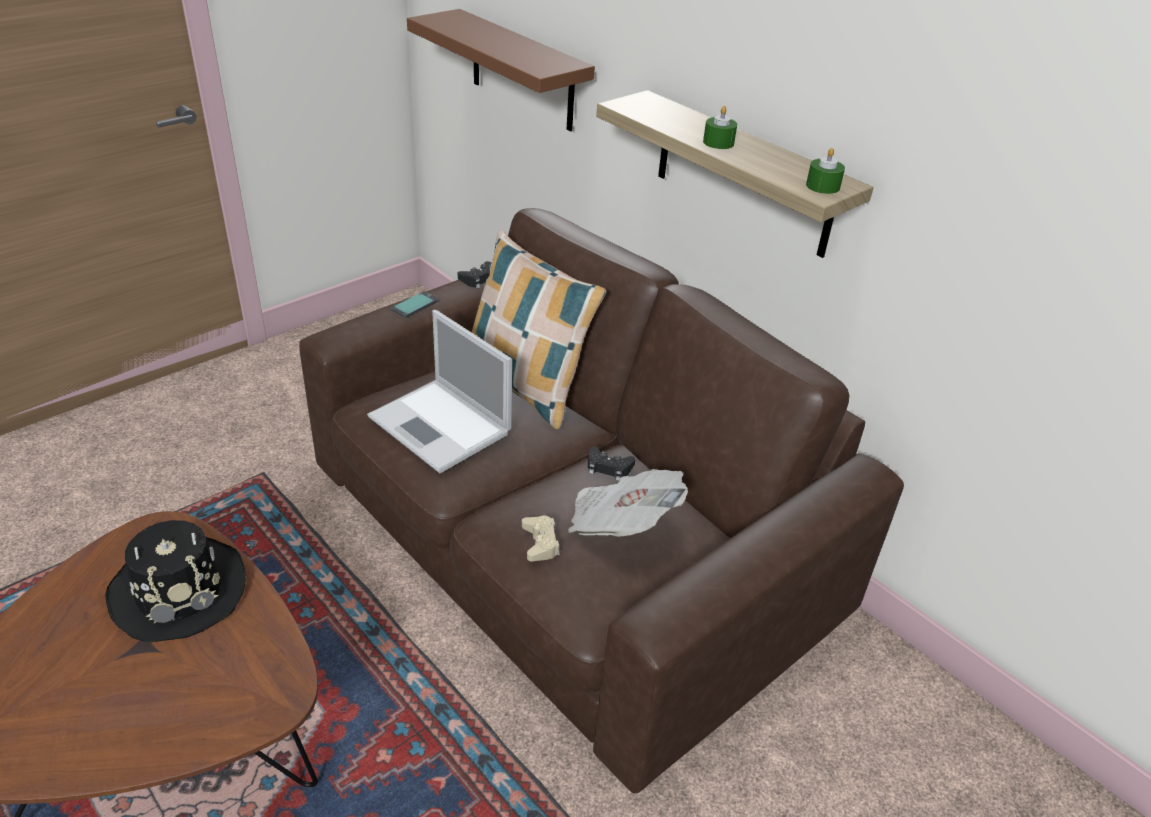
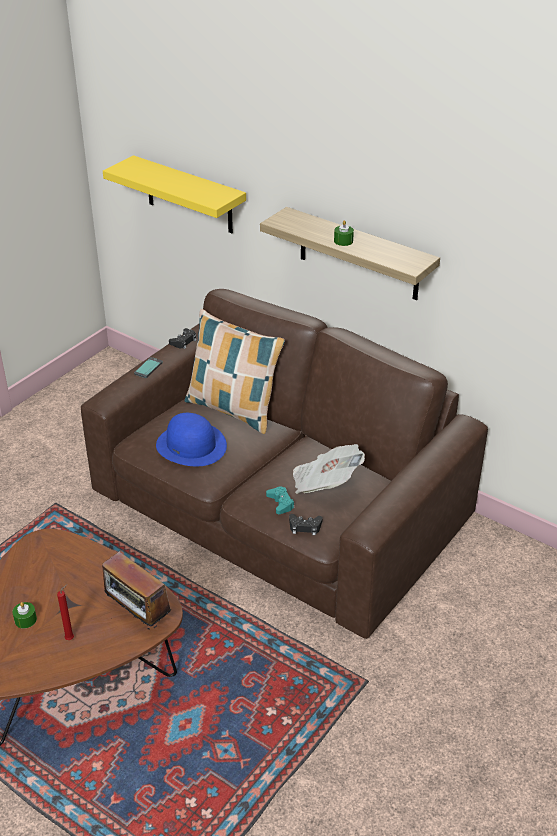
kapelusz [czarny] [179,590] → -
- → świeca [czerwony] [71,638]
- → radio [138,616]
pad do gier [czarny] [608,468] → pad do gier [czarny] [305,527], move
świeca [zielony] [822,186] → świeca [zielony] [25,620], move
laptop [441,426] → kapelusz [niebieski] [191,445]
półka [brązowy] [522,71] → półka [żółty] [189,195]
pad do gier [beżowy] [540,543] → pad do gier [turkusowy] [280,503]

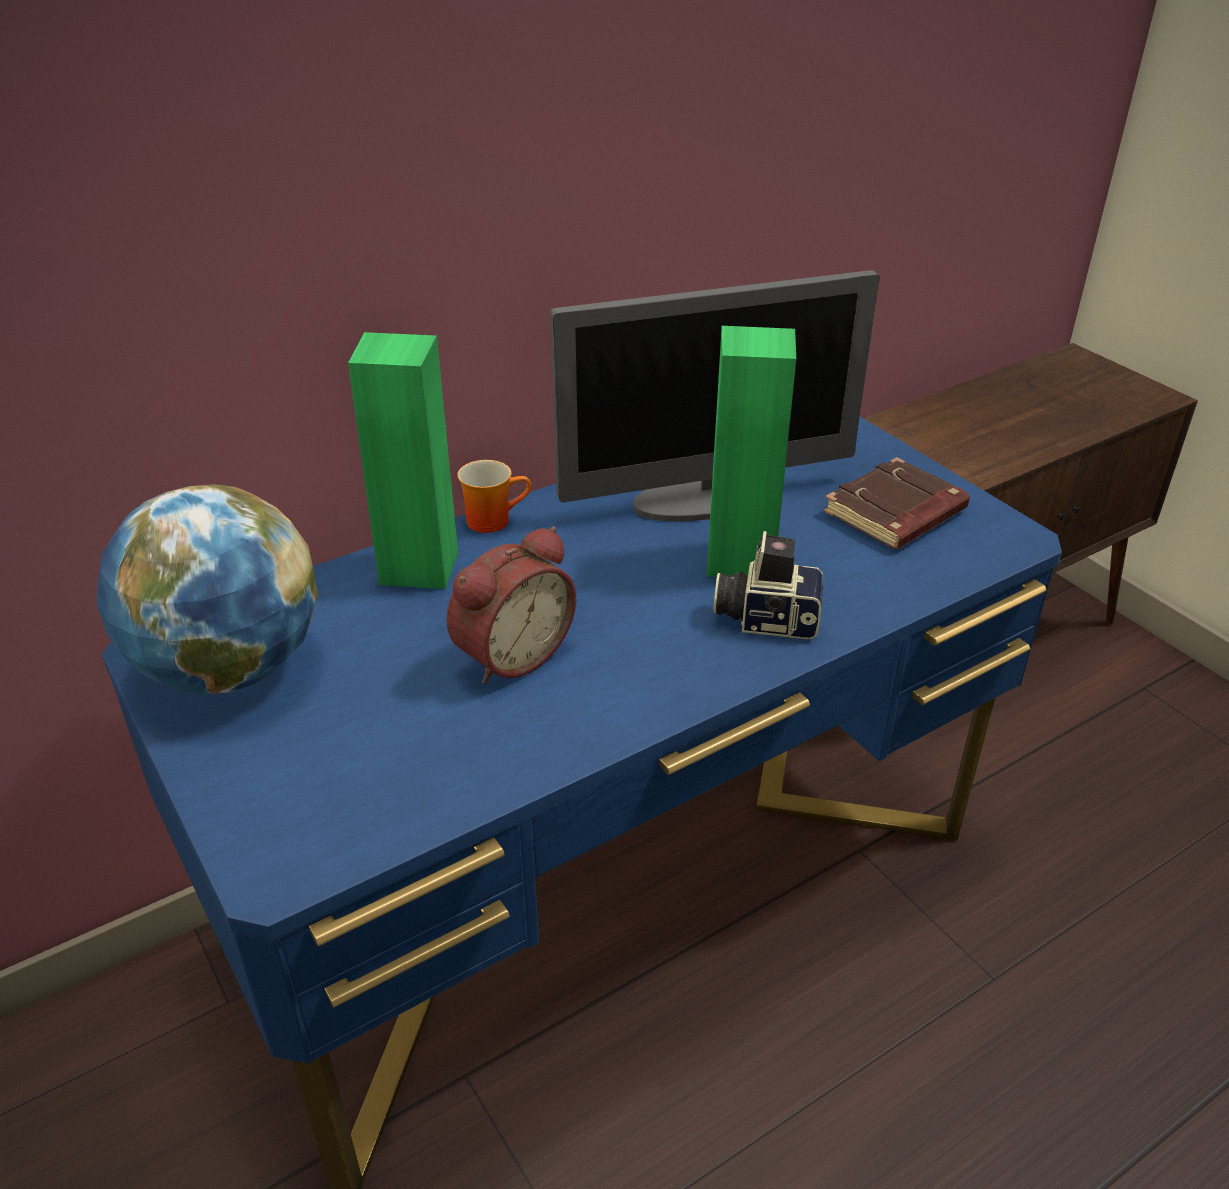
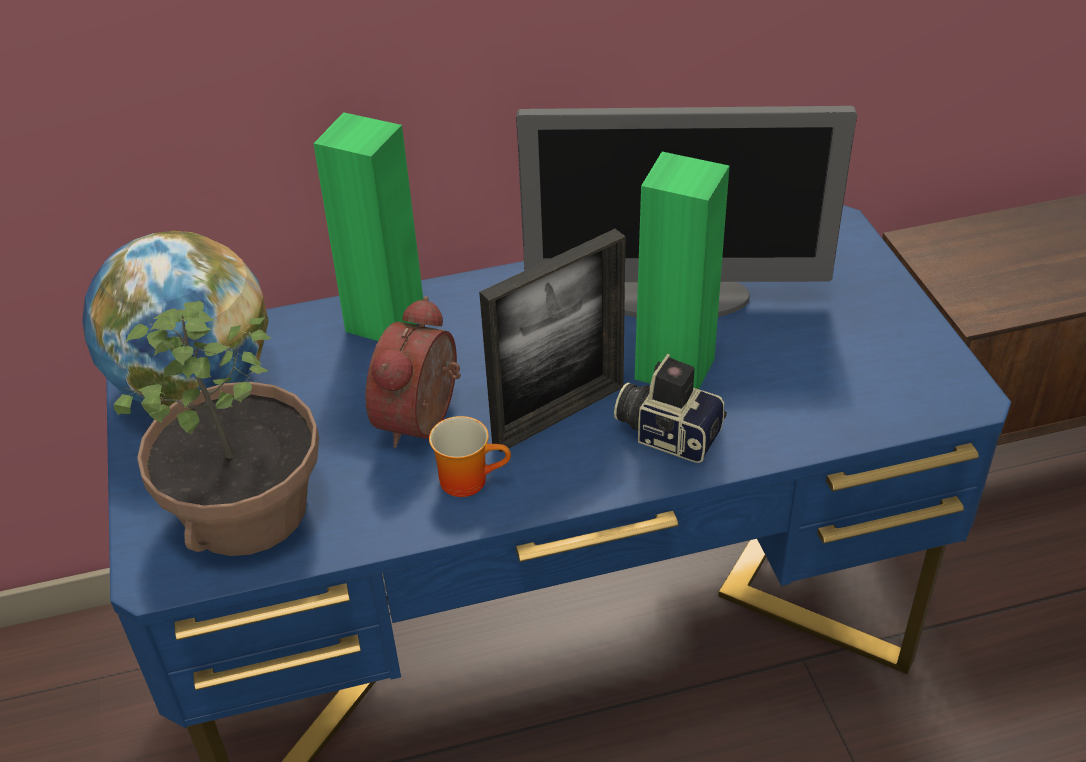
książka [brązowy] [895,514] → -
- → roślina doniczkowa [248,510]
- → ramka na zdjęcie [559,415]
kubek [492,519] → kubek [469,478], move
budzik [510,654] → budzik [424,420], 135 degrees clockwise

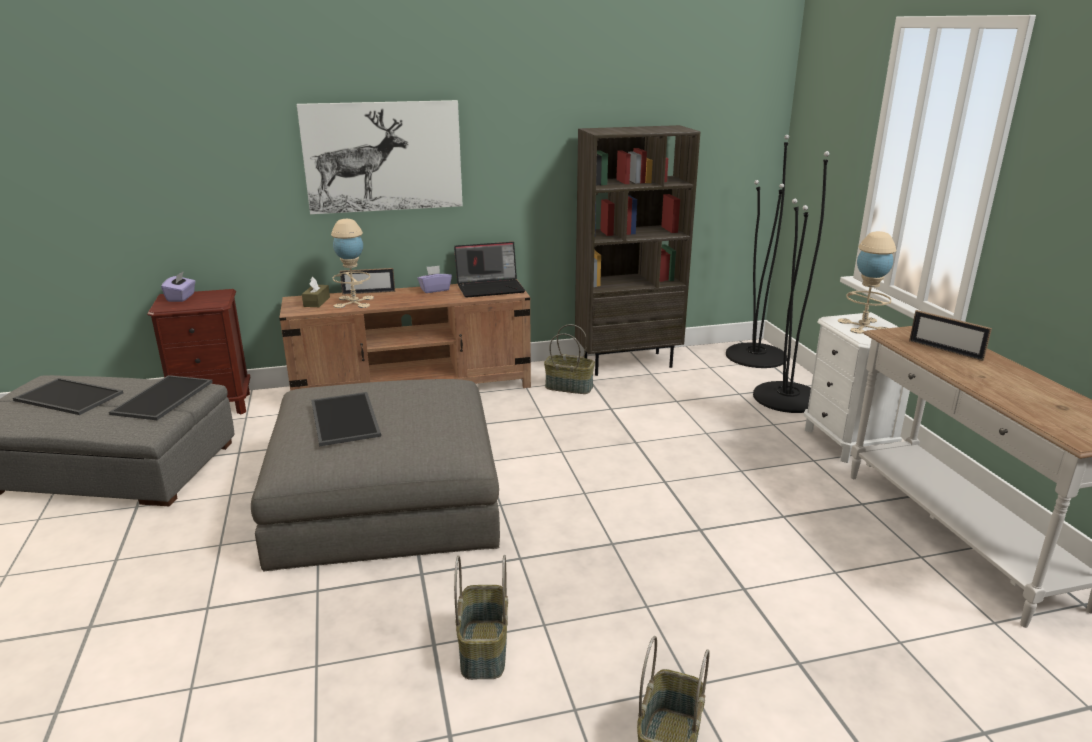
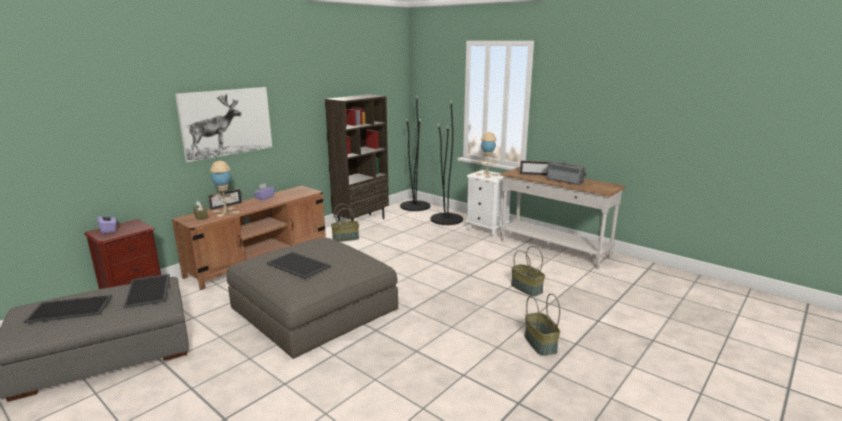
laptop [491,288] → -
- → radio [565,181]
koszyk [485,650] → koszyk [527,288], move

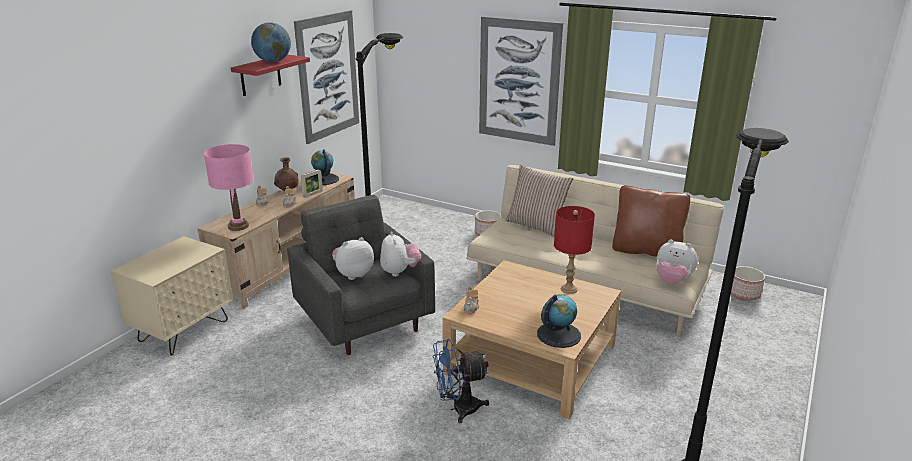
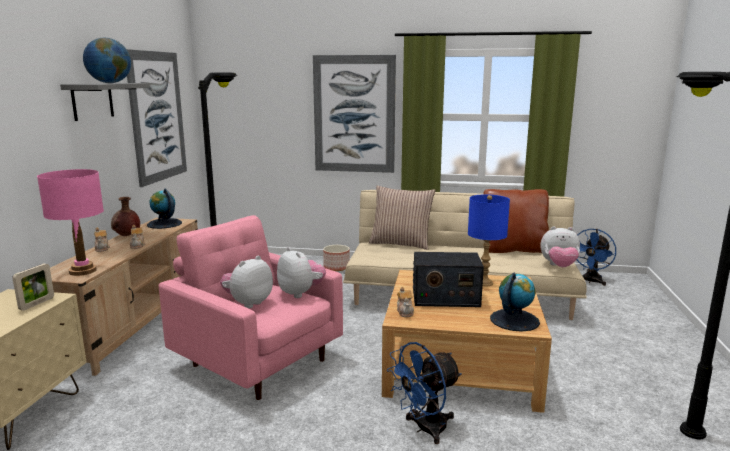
- → radio [445,298]
ramka na zdjęcie [313,194] → ramka na zdjęcie [37,304], move
donica [744,294] → wentylator [niebieski] [590,281]
półka [czerwony] [260,75] → półka [szary] [92,101]
fotel [szary] [364,320] → fotel [różowy] [257,361]
lampa stołowa [czerwony] [568,289] → lampa stołowa [niebieski] [484,283]

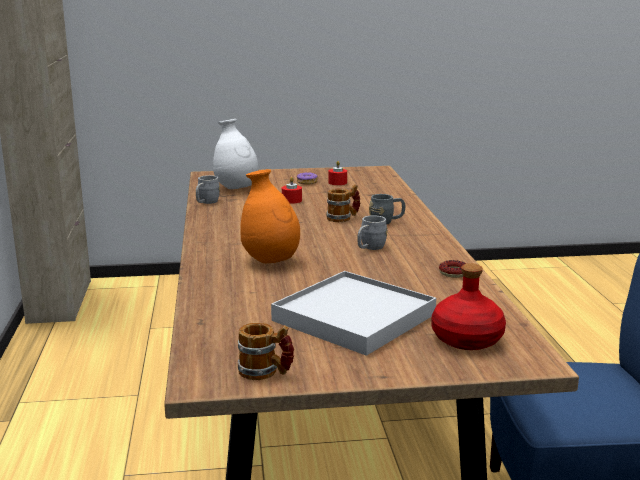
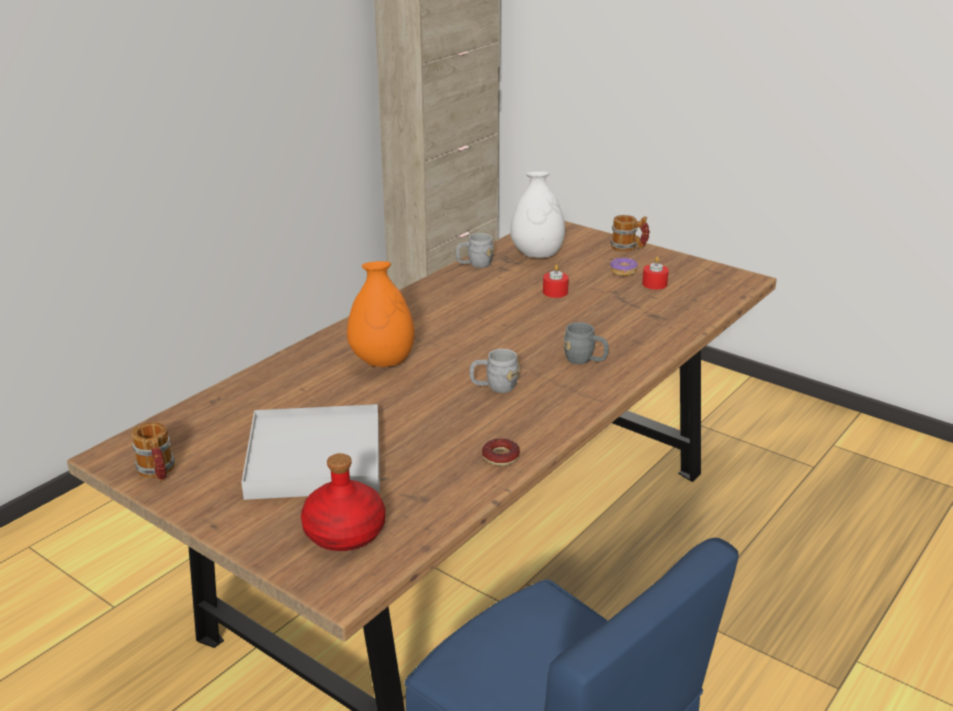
kubek [343,218] → kubek [628,248], move

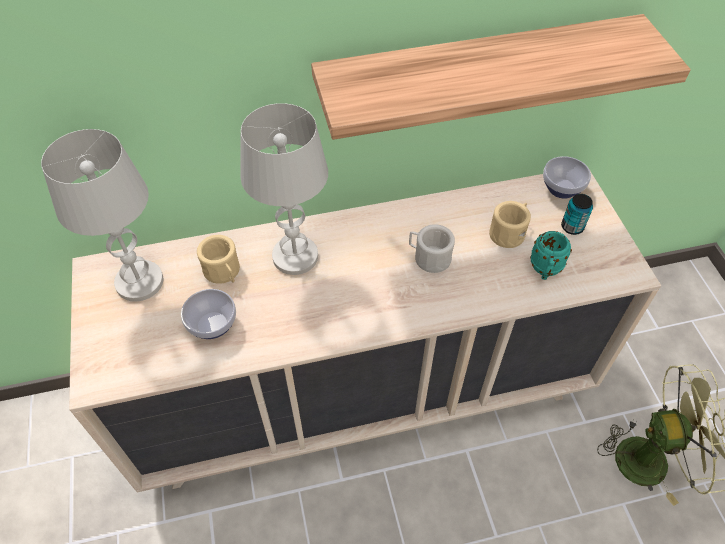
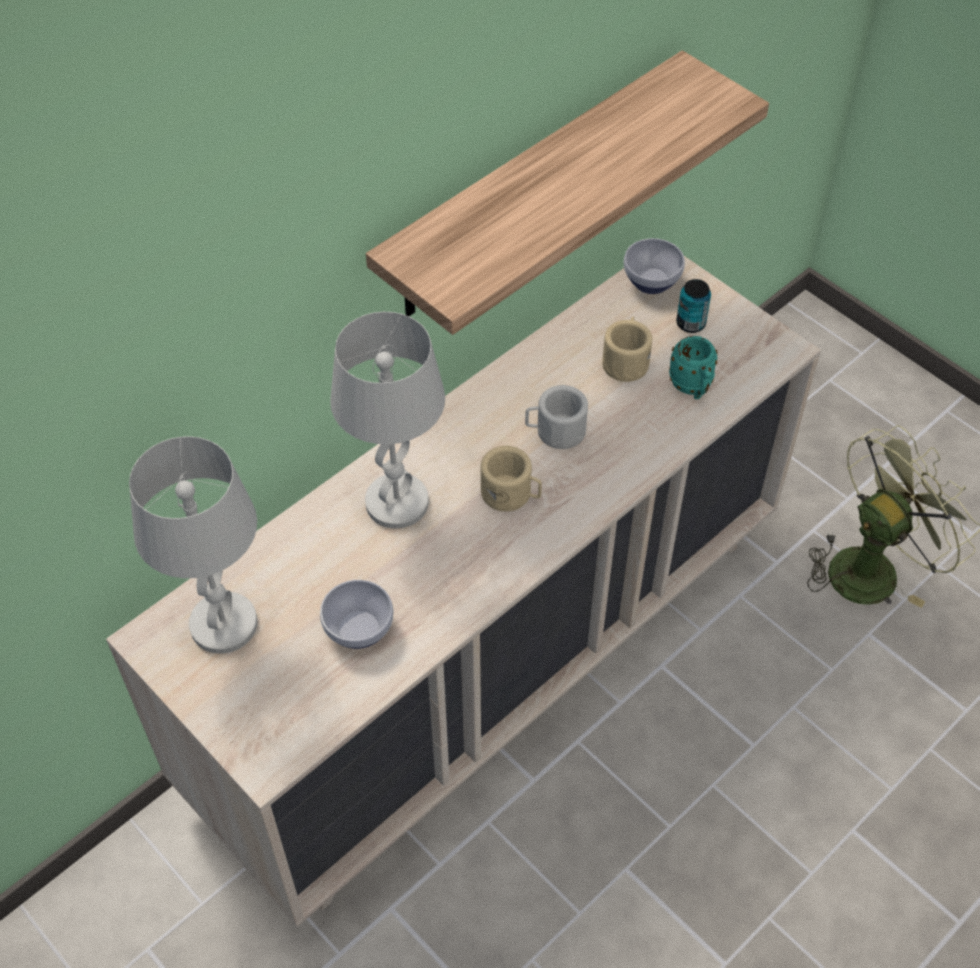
kubek [beżowy] [223,272] → kubek [beżowy] [511,494], move

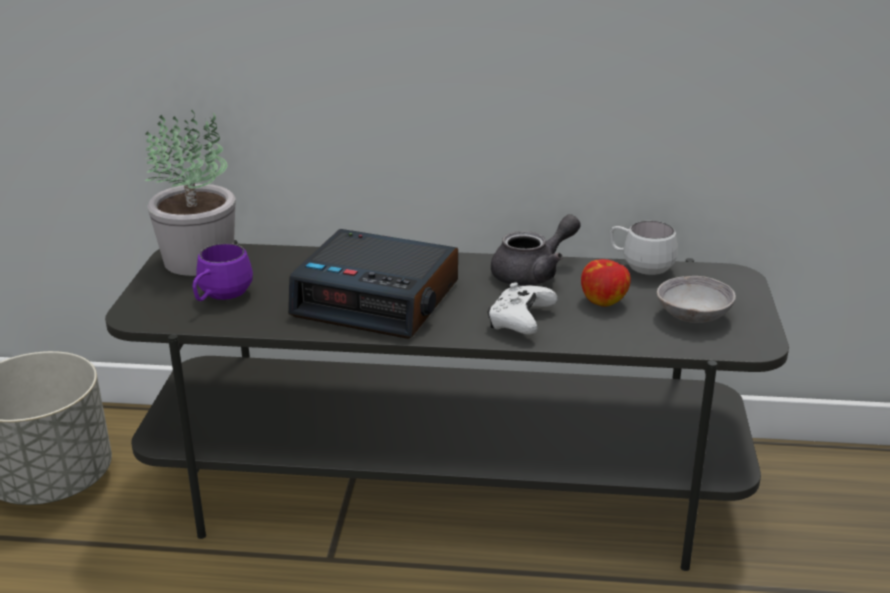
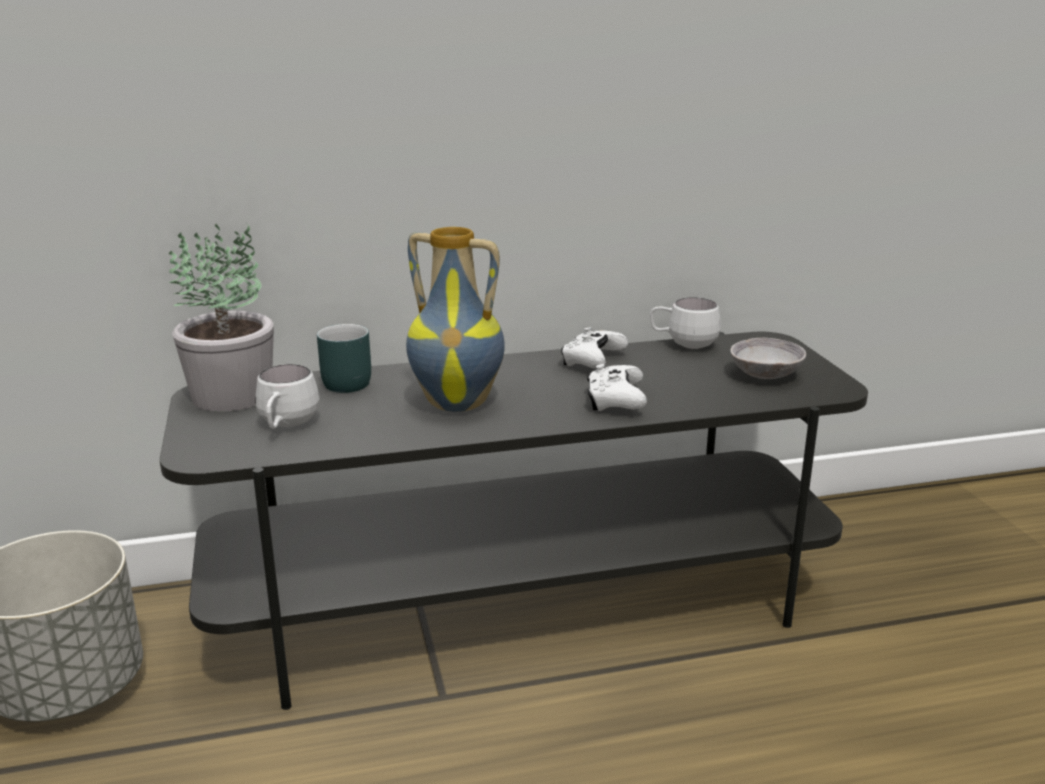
jabłko [604,301] → -
- → kubek [turkusowy] [345,381]
budzik [378,299] → wazon [458,403]
imbryk [szary] [533,273] → pad do gier [biały] [592,361]
kubek [fioletowy] [220,298] → kubek [biały] [286,426]

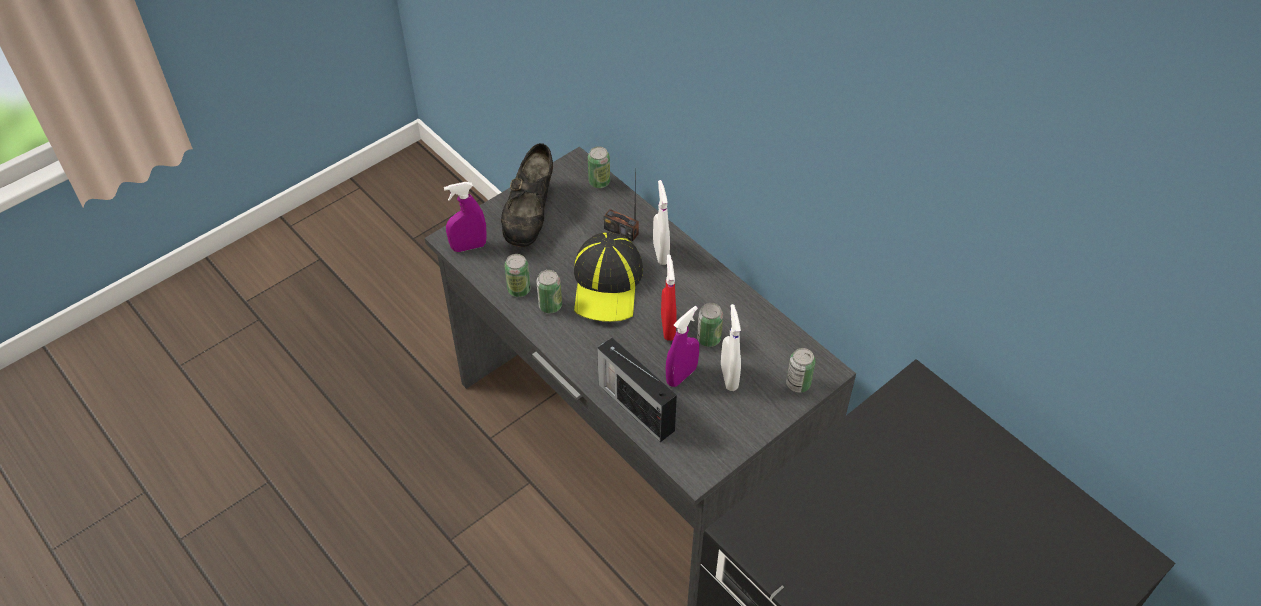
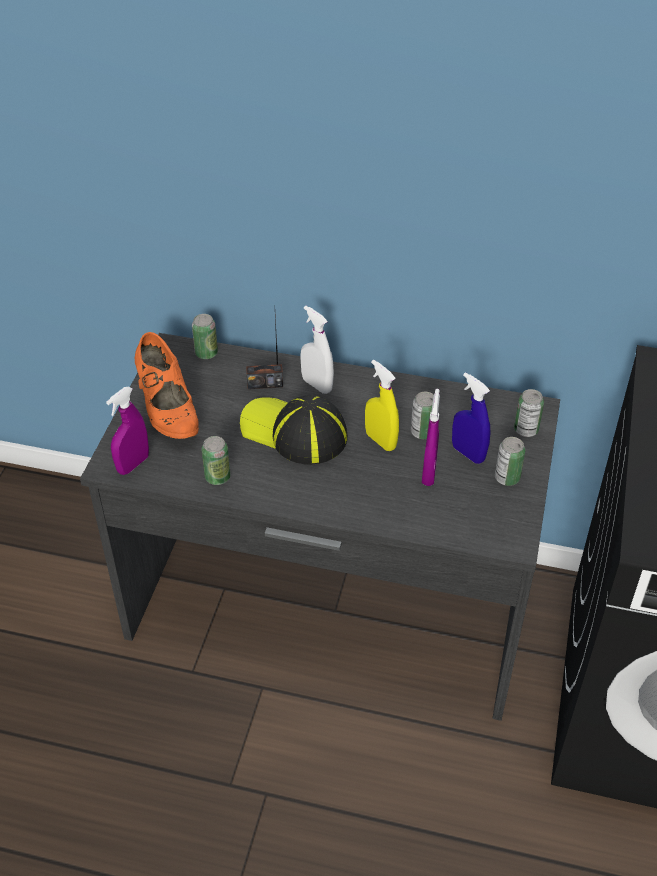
radio [635,406] → -
puszka [550,305] → puszka [507,478], move
but [czarny] [529,216] → but [pomarańczowy] [168,410]
spryskiwacz [czerwony] [668,327] → spryskiwacz [żółty] [380,441]
spryskiwacz [biały] [729,377] → spryskiwacz [niebieski] [468,453]
czapka z daszkiem [607,284] → czapka z daszkiem [294,432], 150 degrees clockwise

